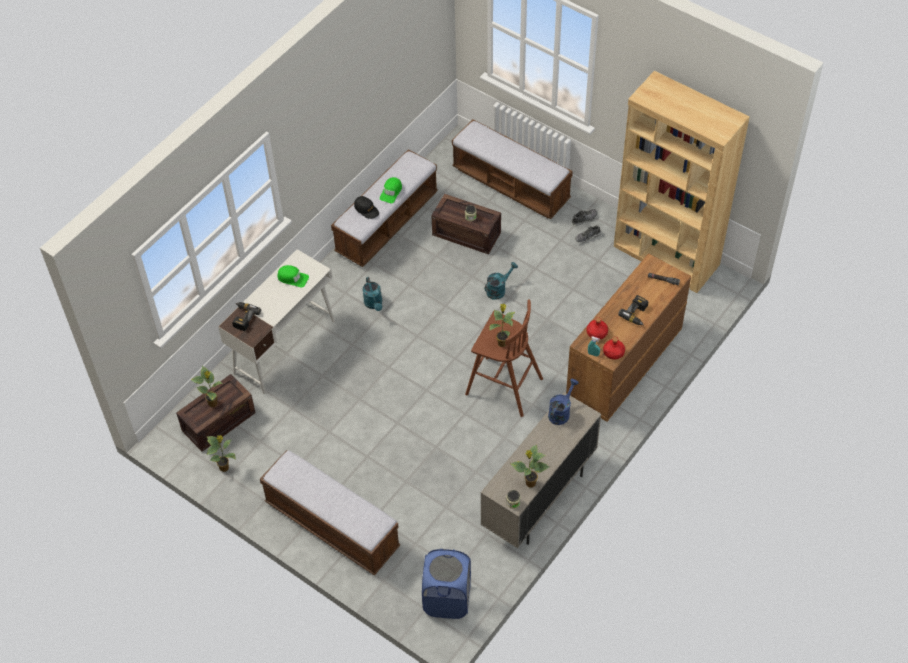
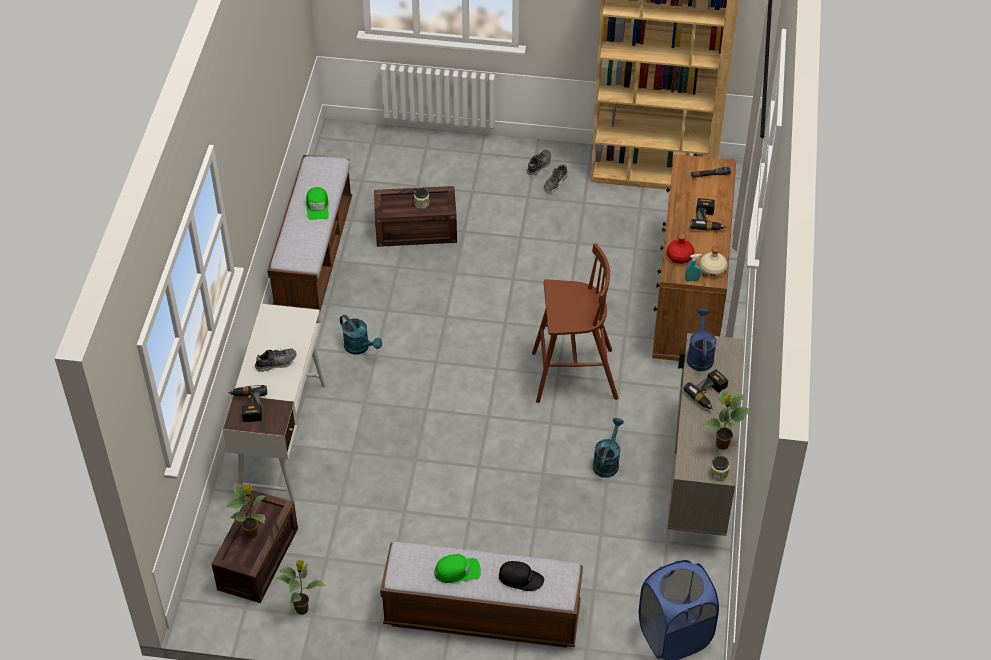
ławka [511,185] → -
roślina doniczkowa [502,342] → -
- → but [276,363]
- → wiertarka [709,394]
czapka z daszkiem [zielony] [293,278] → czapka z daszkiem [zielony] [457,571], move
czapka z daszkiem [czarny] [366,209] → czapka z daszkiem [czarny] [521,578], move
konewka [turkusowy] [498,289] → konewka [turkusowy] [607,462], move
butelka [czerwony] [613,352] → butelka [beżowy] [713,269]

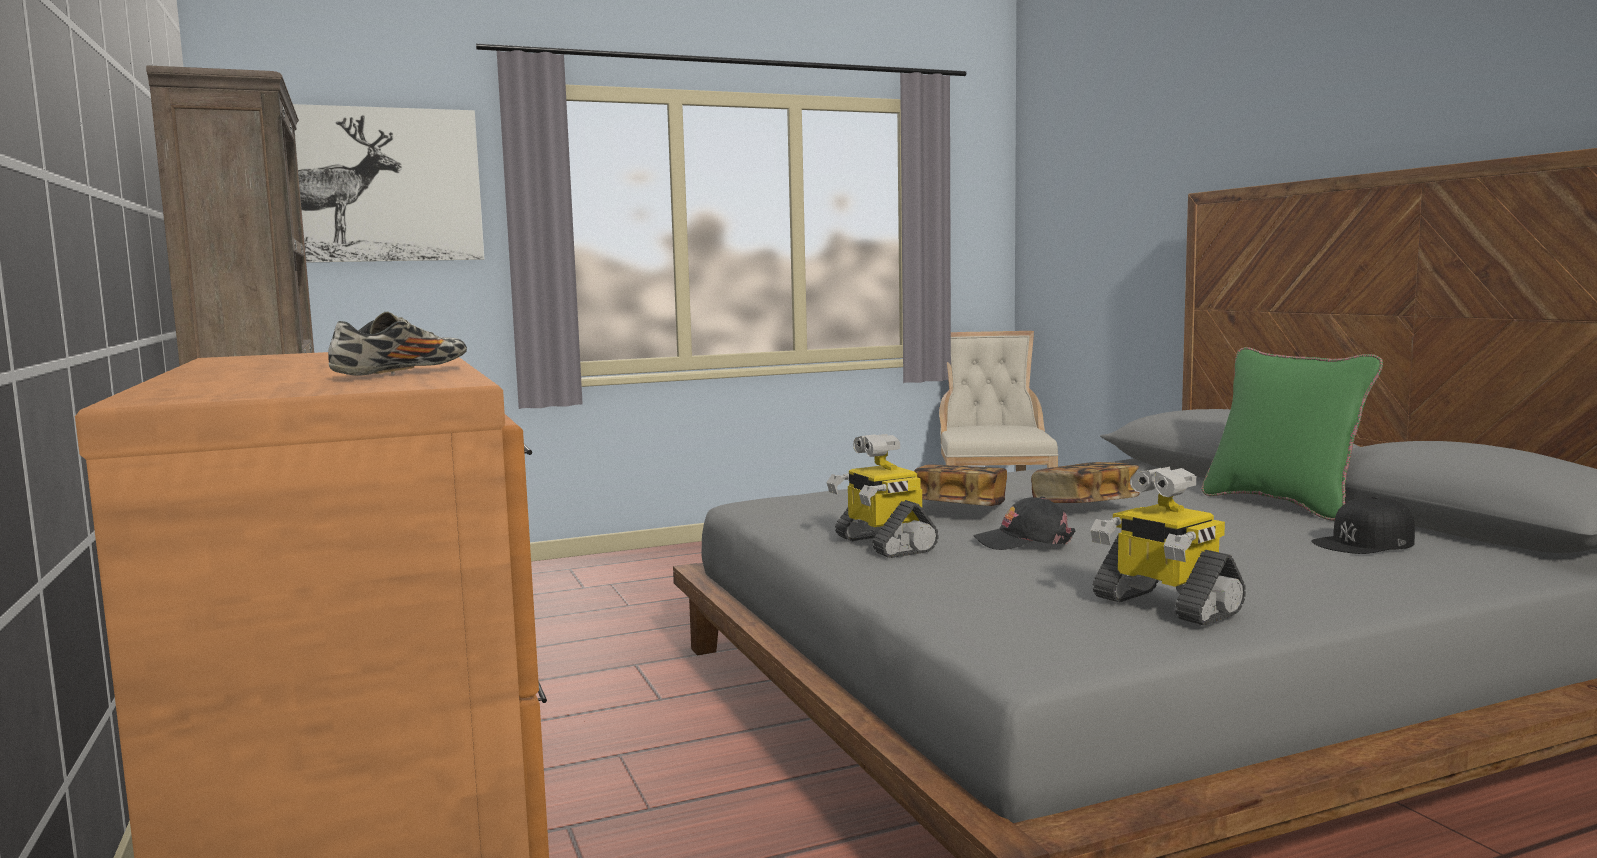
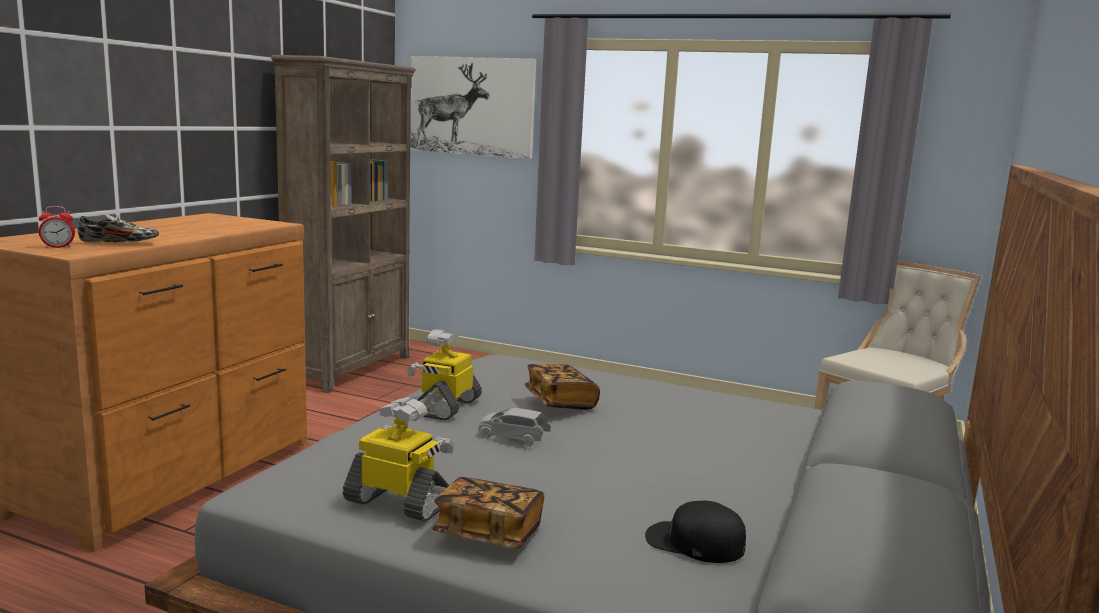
poduszka [zielony] [1283,504] → -
- → budzik [58,247]
książka [1084,505] → książka [489,533], move
czapka z daszkiem [czarny] [1024,541] → samochodzik [szary] [512,437]
robot zabawkowy [1164,605] → robot zabawkowy [400,502], 105 degrees clockwise

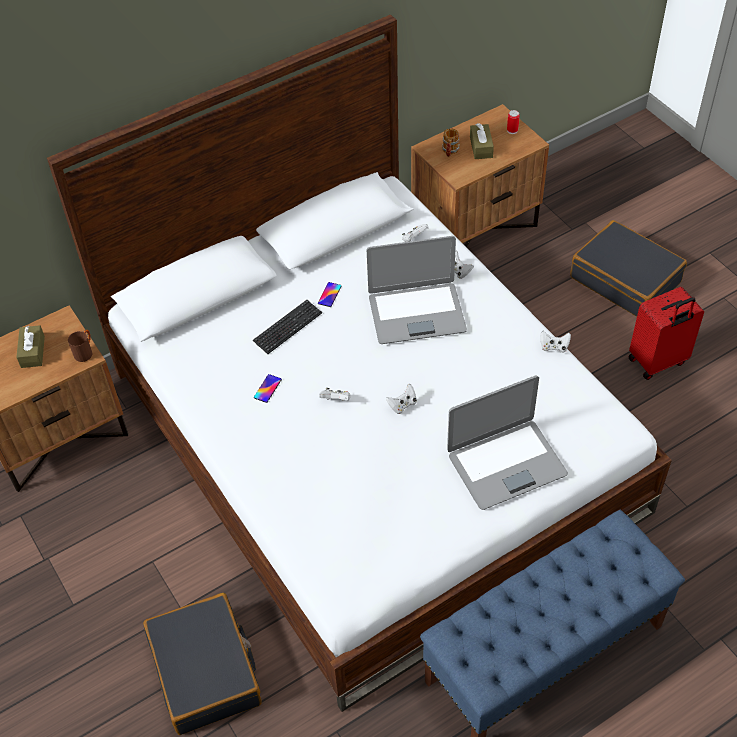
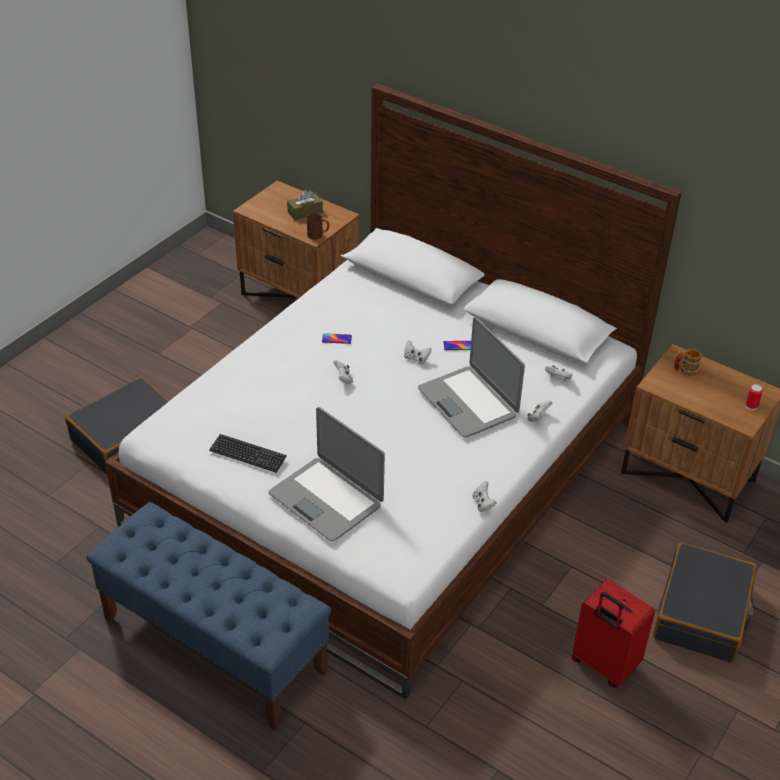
pudełko chusteczek [brązowy] [481,147] → -
klawiatura [287,328] → klawiatura [248,454], move
pad do gier [biały] [402,405] → pad do gier [biały] [416,358], move

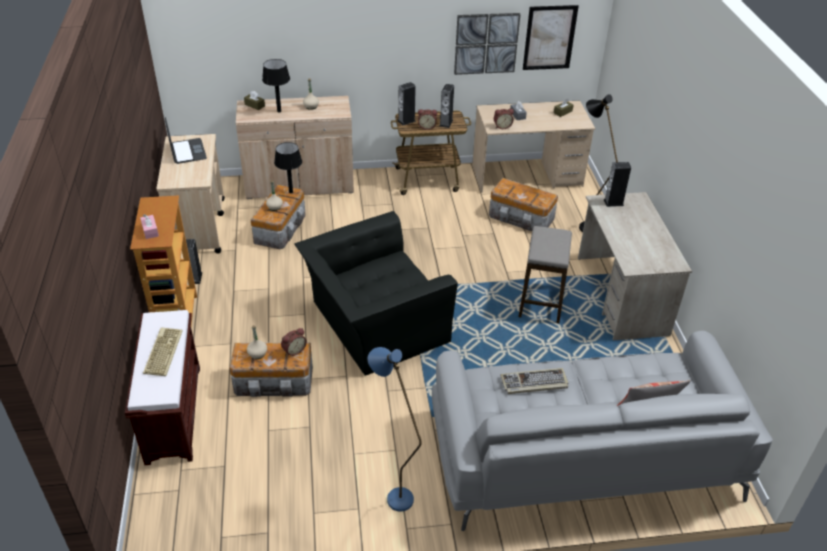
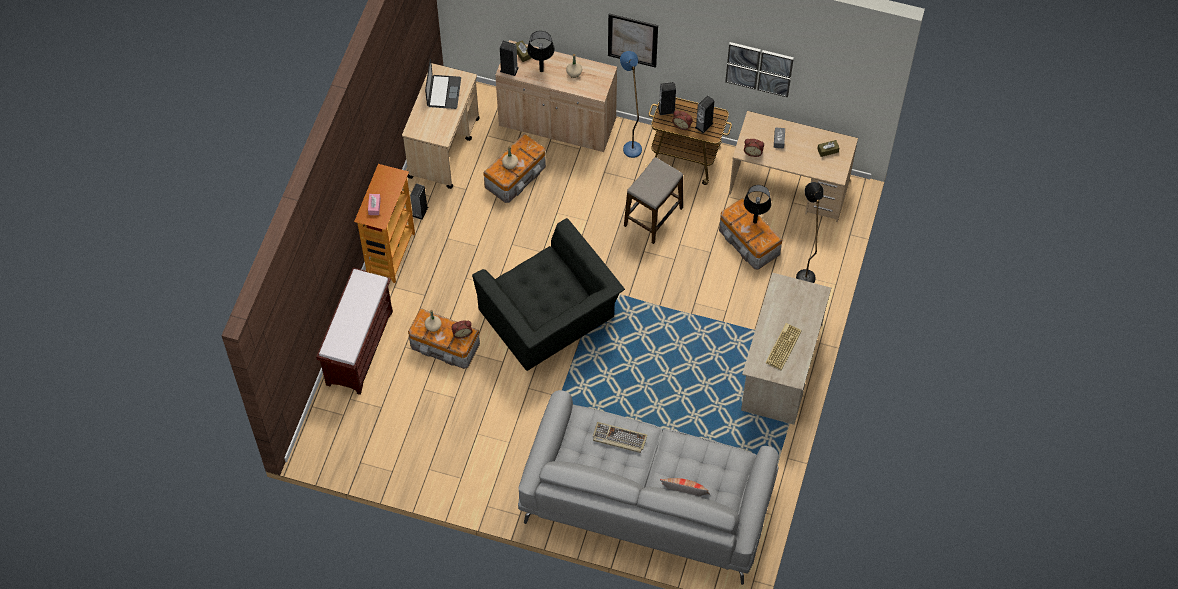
klawiatura [162,351] → klawiatura [782,346], move
lampa stołowa [czarny] [290,192] → lampa stołowa [czarny] [754,221], move
lampa stojąca [niebieski] [393,493] → lampa stojąca [niebieski] [630,144], move
stołek [541,301] → stołek [653,217], move
obraz [549,37] → obraz [632,40], move
głośnik [613,202] → głośnik [509,69], move
fotel [czarny] [374,323] → fotel [czarny] [549,317], 120 degrees counterclockwise

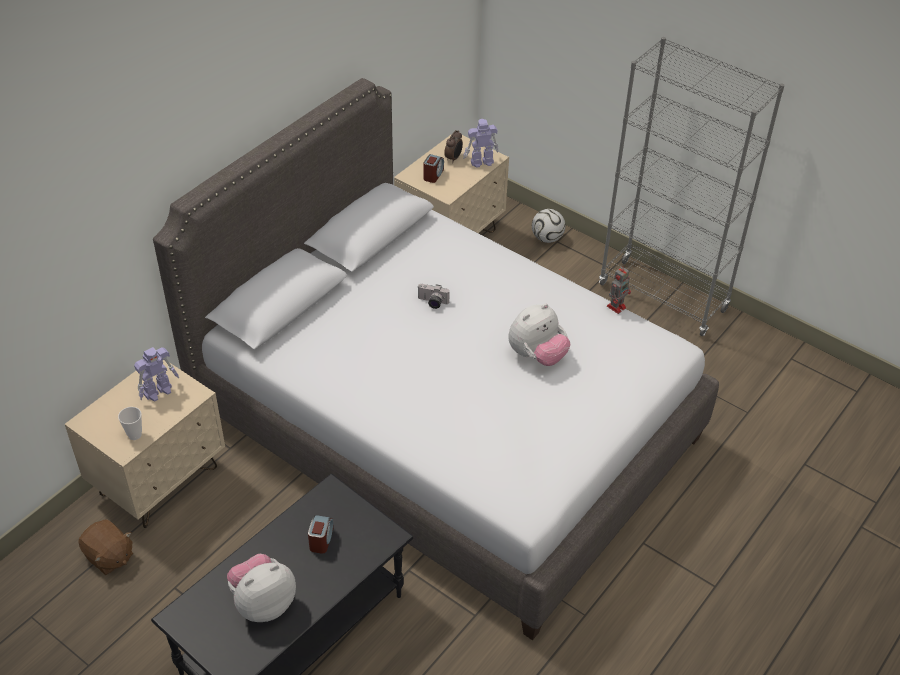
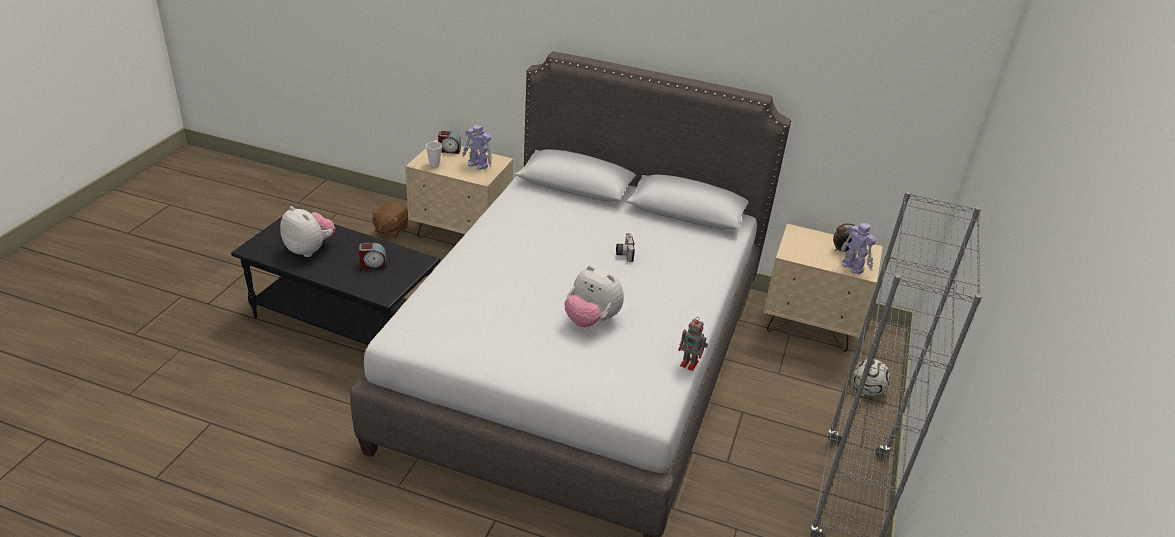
budzik [433,175] → budzik [449,150], move

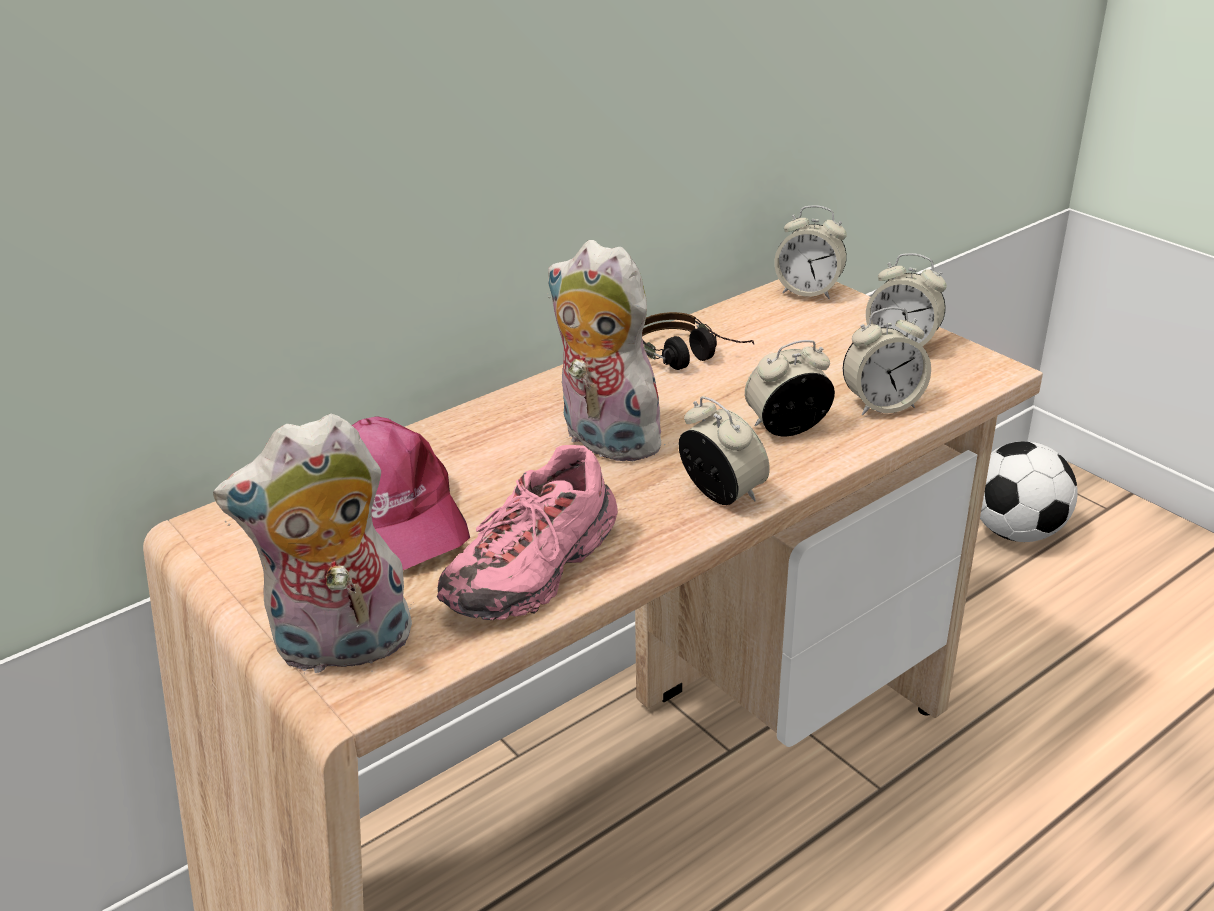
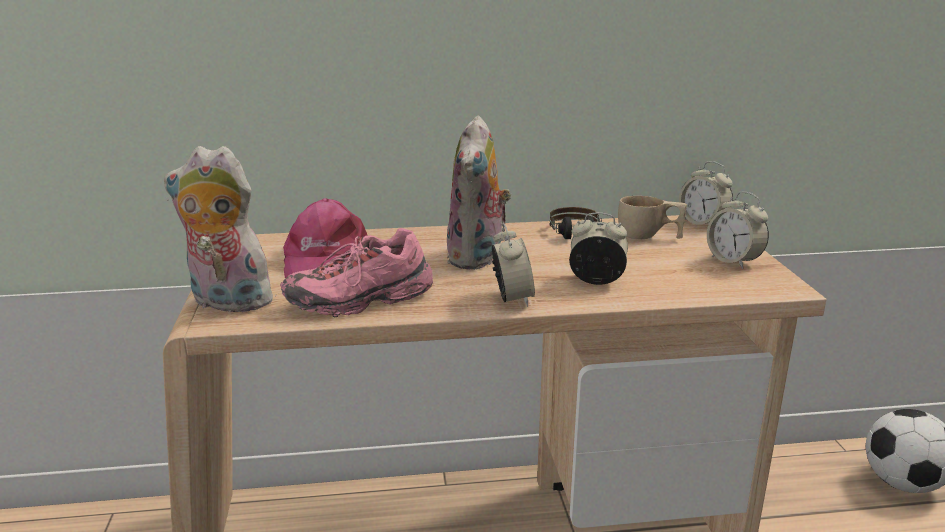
budzik [882,405] → -
- → filiżanka [beżowy] [649,236]
pluszak [603,440] → pluszak [478,258], 150 degrees counterclockwise

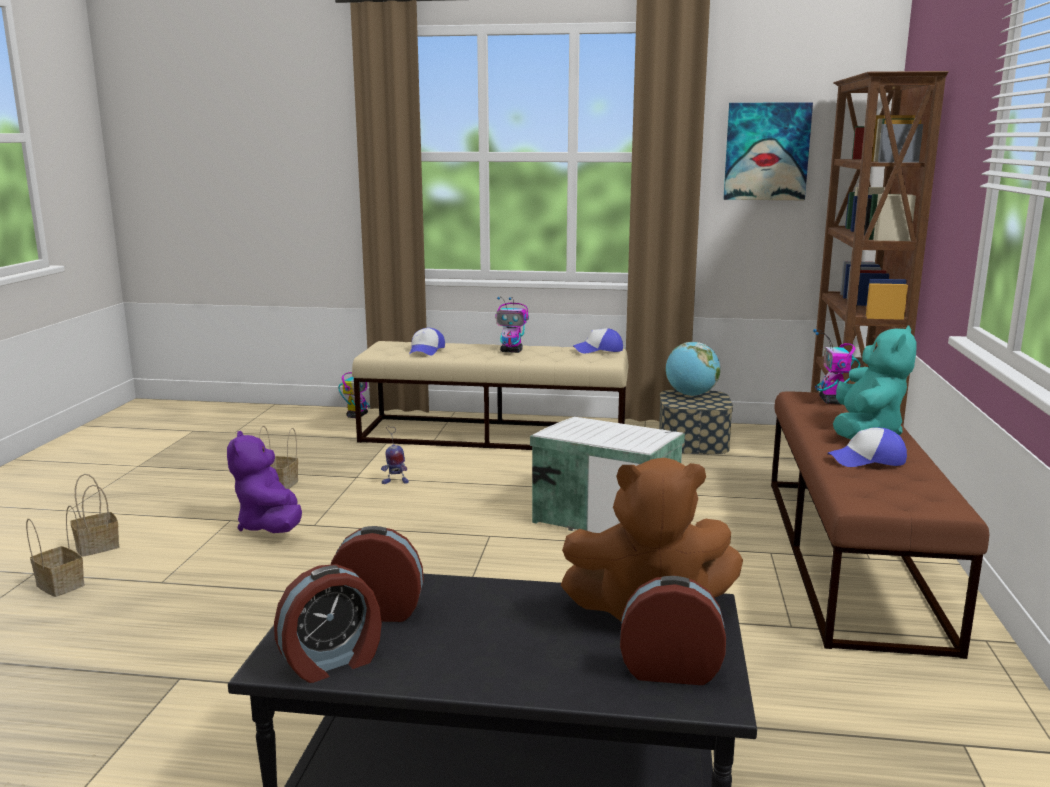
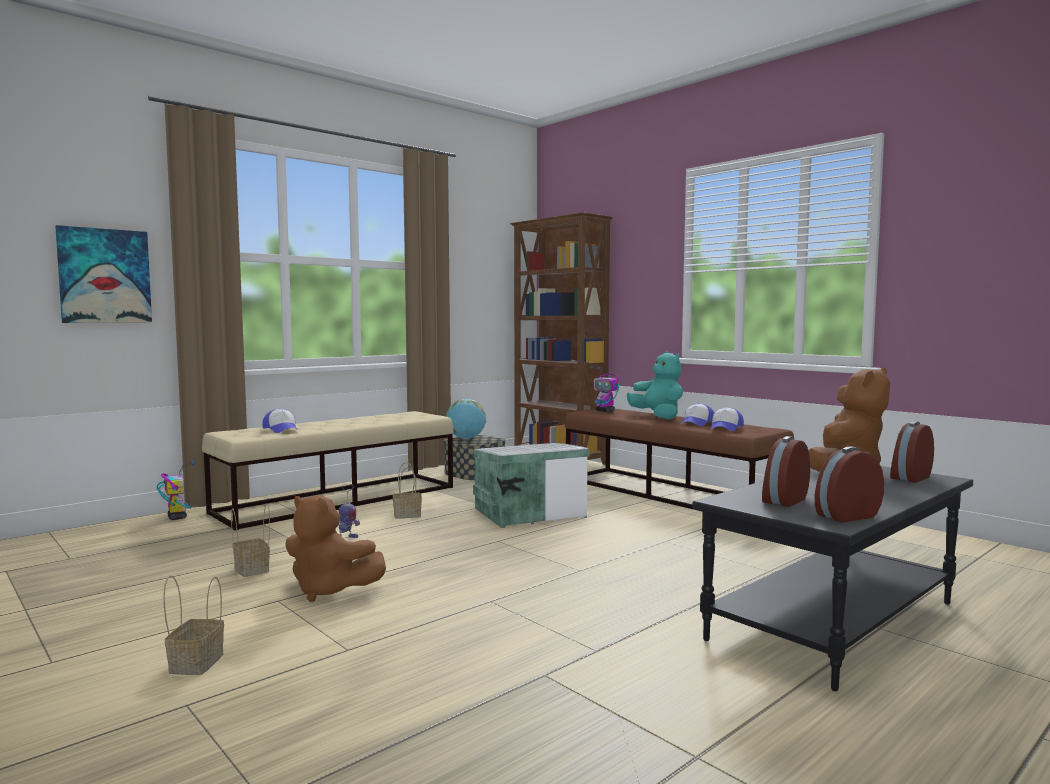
robot zabawkowy [512,351] → -
koszyk [62,585] → koszyk [408,515], move
czapka z daszkiem [598,350] → czapka z daszkiem [726,428], move
obraz [766,151] → obraz [104,276], move
pluszak [fioletowy] [270,526] → pluszak [brązowy] [329,590]
budzik [332,662] → budzik [846,516], 120 degrees counterclockwise

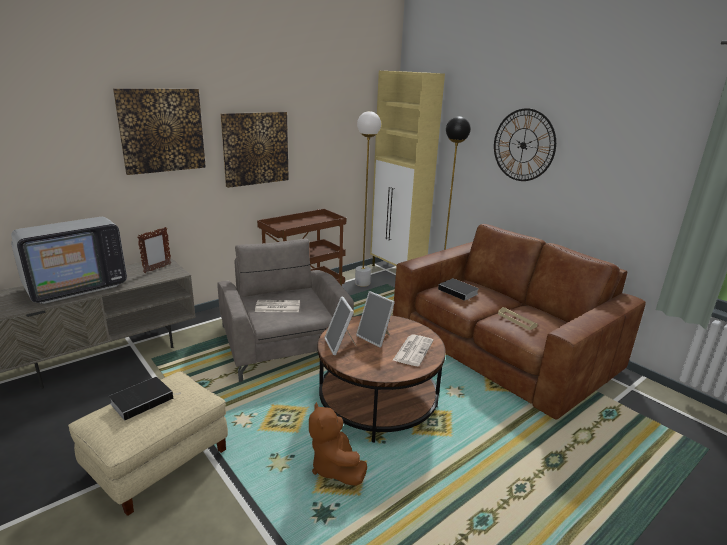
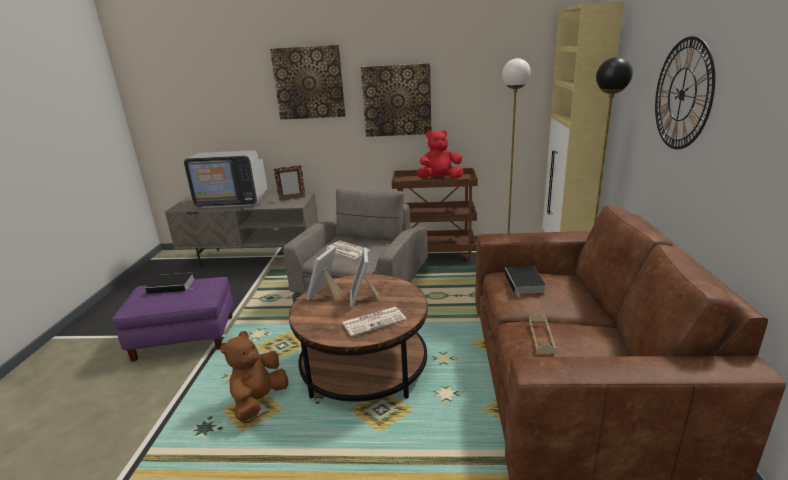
- → pluszak [czerwony] [439,179]
pufa [beżowy] [158,460] → pufa [fioletowy] [185,337]

